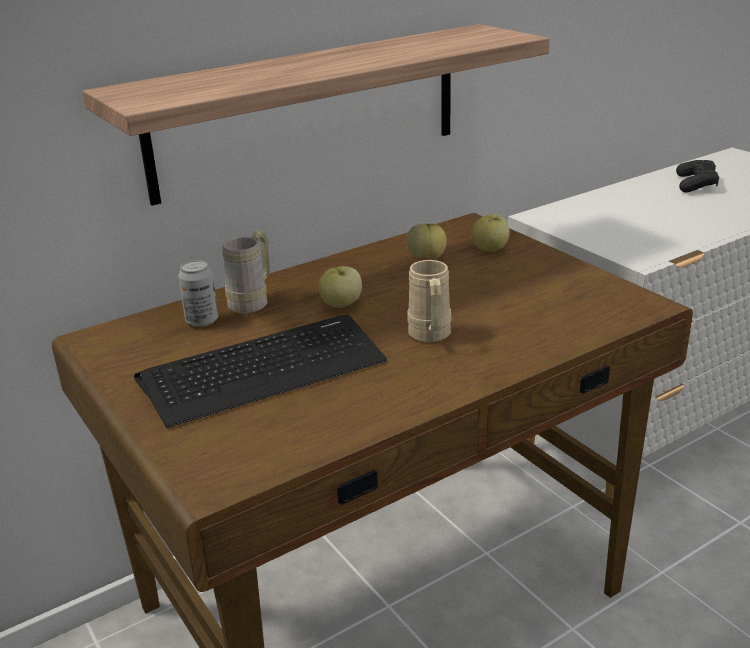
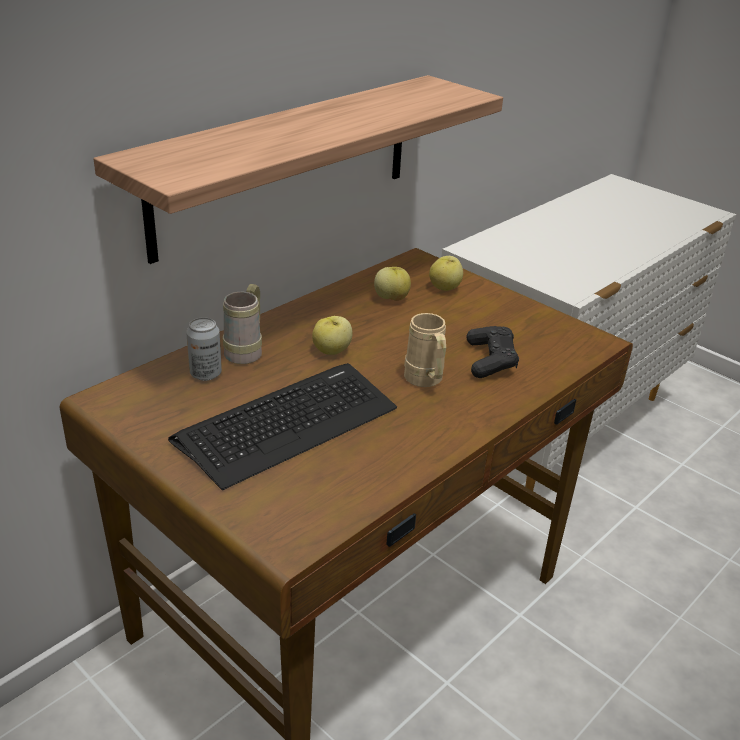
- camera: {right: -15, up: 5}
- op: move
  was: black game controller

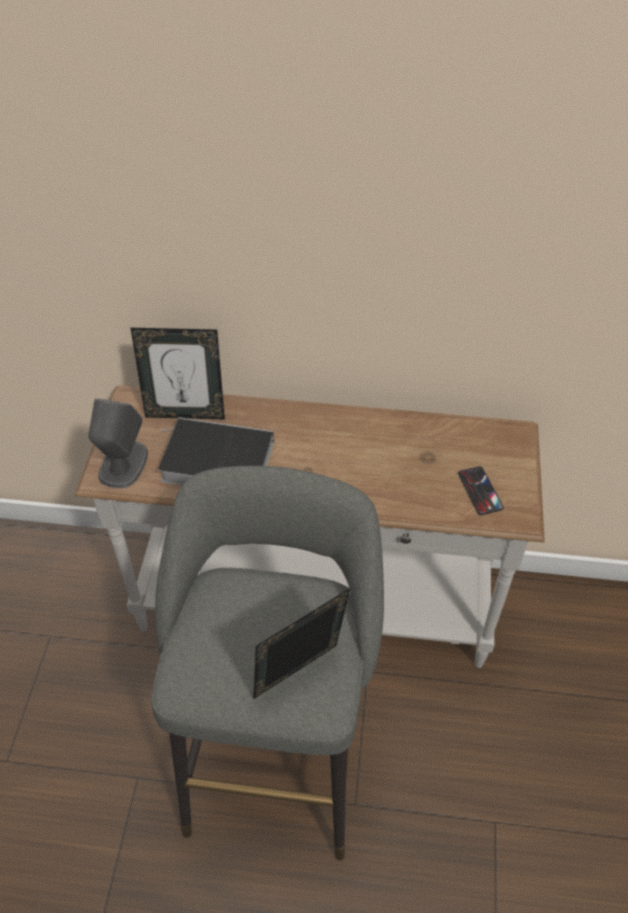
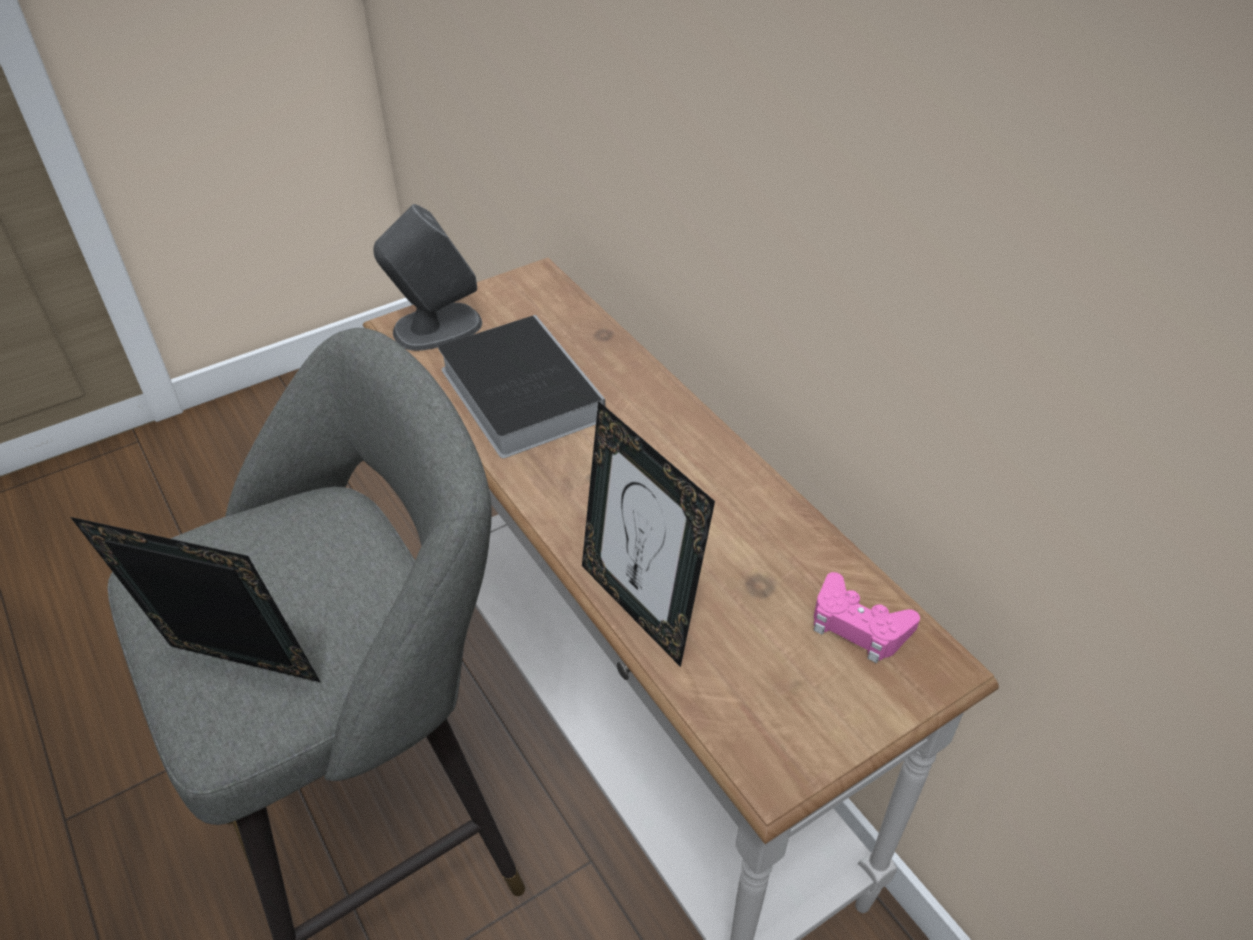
- camera: {right: 50, up: -5}
- op: move
  was: picture frame (1st from left in the first image)
  now: picture frame (2nd from left)
- op: insert
  now: pink game controller
- op: delete
  was: phone

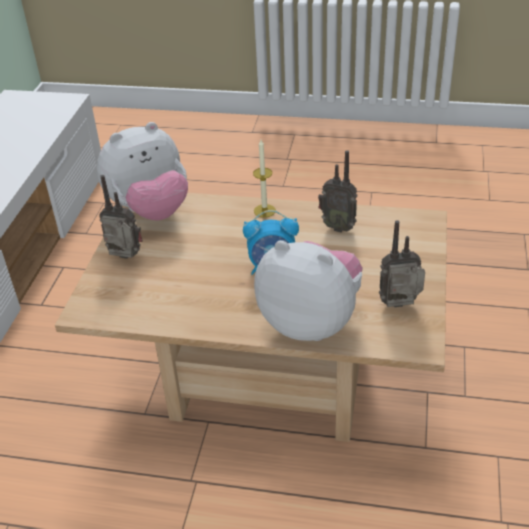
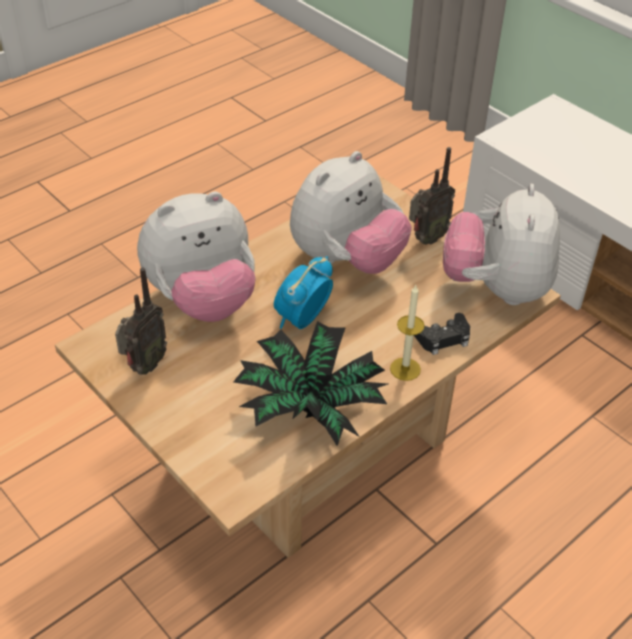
- camera: {right: 125, up: 5}
- op: replace
  was: radio (2nd from left)
  now: potted plant
- op: insert
  now: plush toy (2nd from left)
- op: insert
  now: black game controller

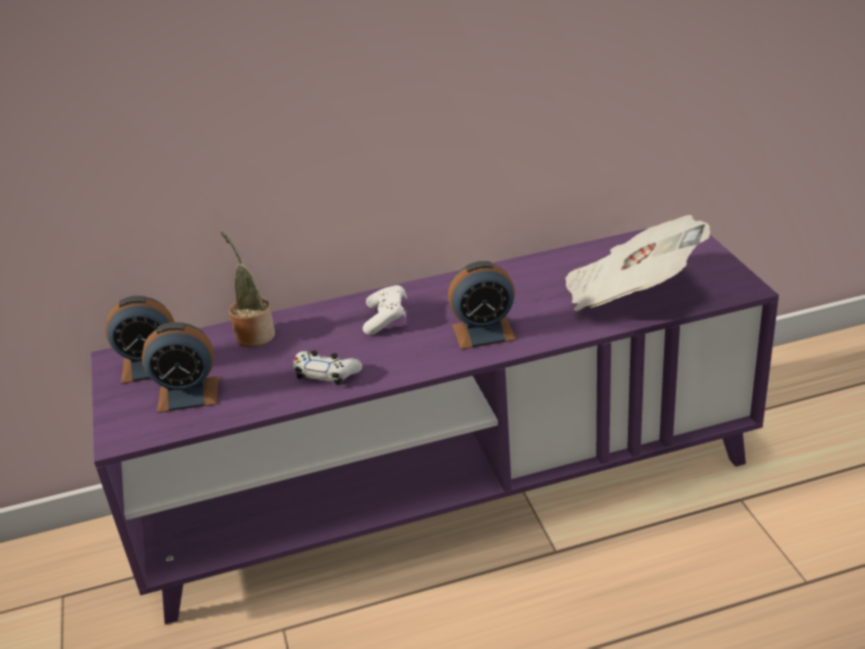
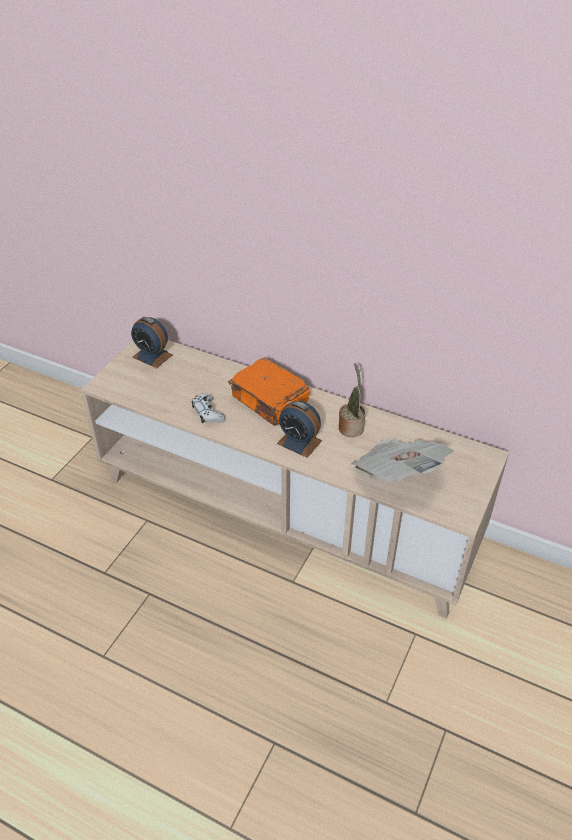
- camera: {right: 40, up: 10}
- op: recolor
  was: purple tv stand
  now: beige tv stand
- op: replace
  was: white game controller (2nd from left)
  now: orange book
- op: move
  was: potted plant
- op: delete
  was: alarm clock (2nd from left)

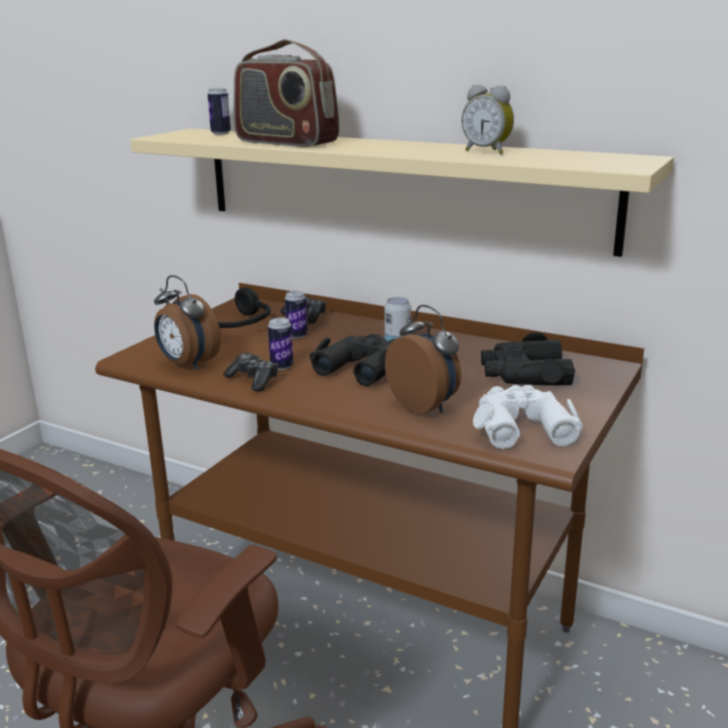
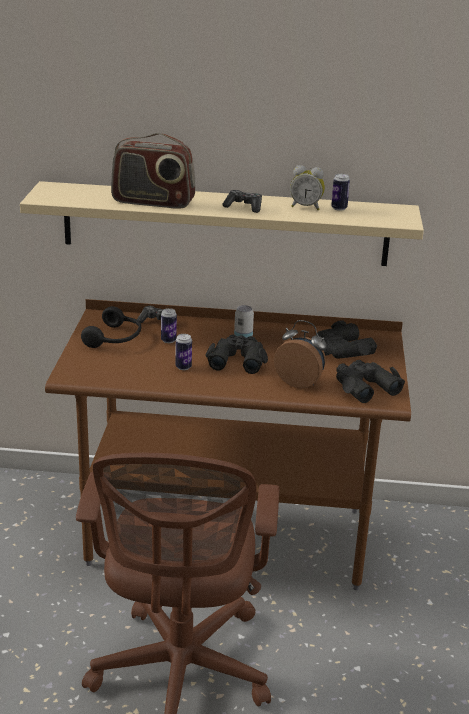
- camera: {right: -25, up: 5}
- op: move
  was: game controller (1st from left in the first image)
  now: game controller (2nd from left)
- op: move
  was: can (1st from left in the first image)
  now: can (4th from left)
- op: recolor
  was: white binoculars
  now: black binoculars (3rd from left)
- op: delete
  was: alarm clock (1st from left)

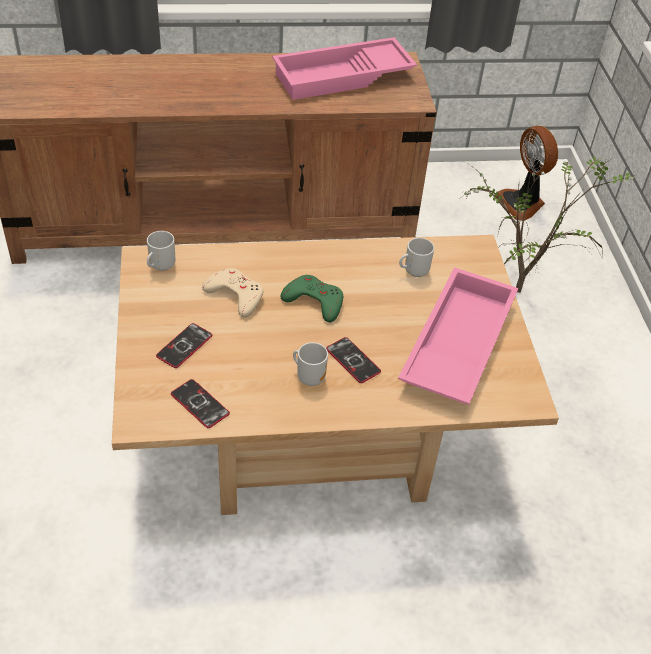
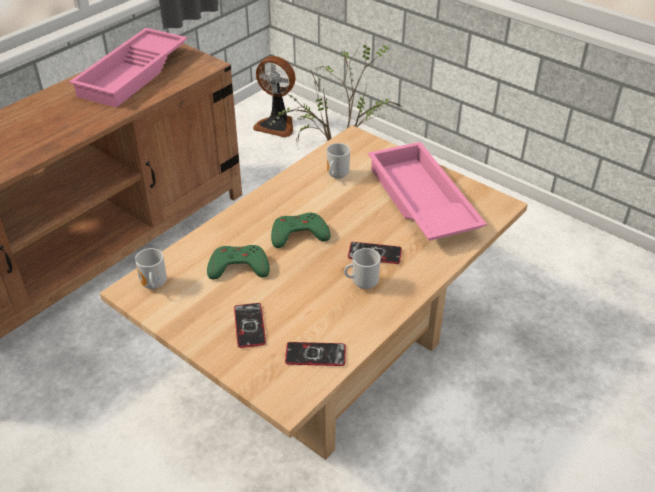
- camera: {right: -40, up: -5}
- op: recolor
  was: beige game controller
  now: green game controller (1st from left)

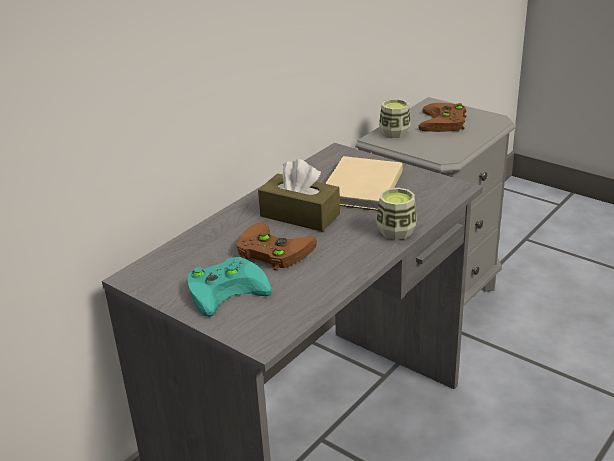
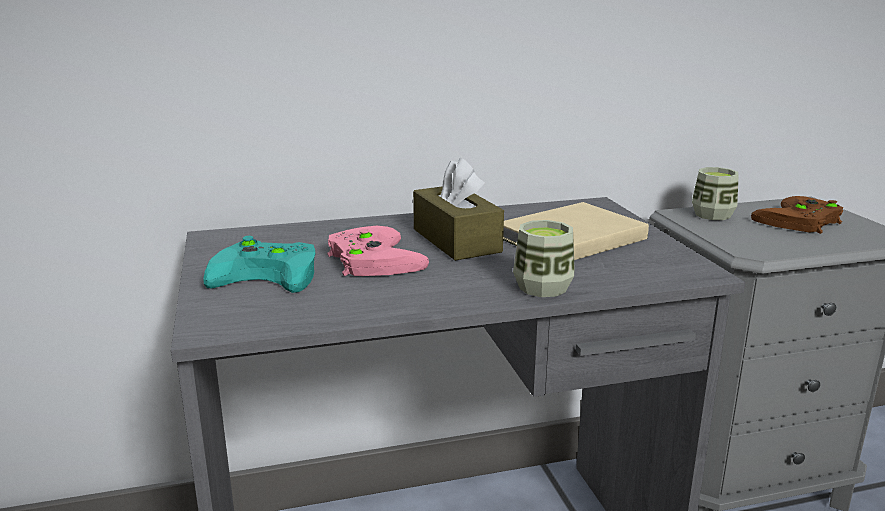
- camera: {right: 35, up: -10}
- op: recolor
  was: brown game controller (1st from left)
  now: pink game controller

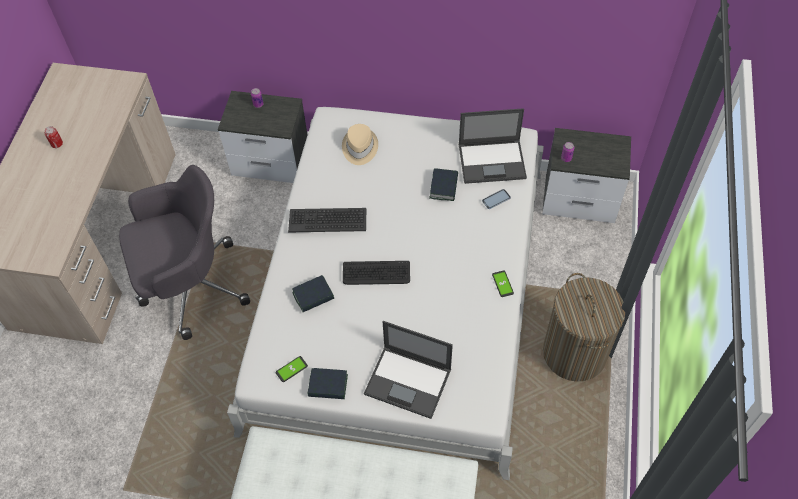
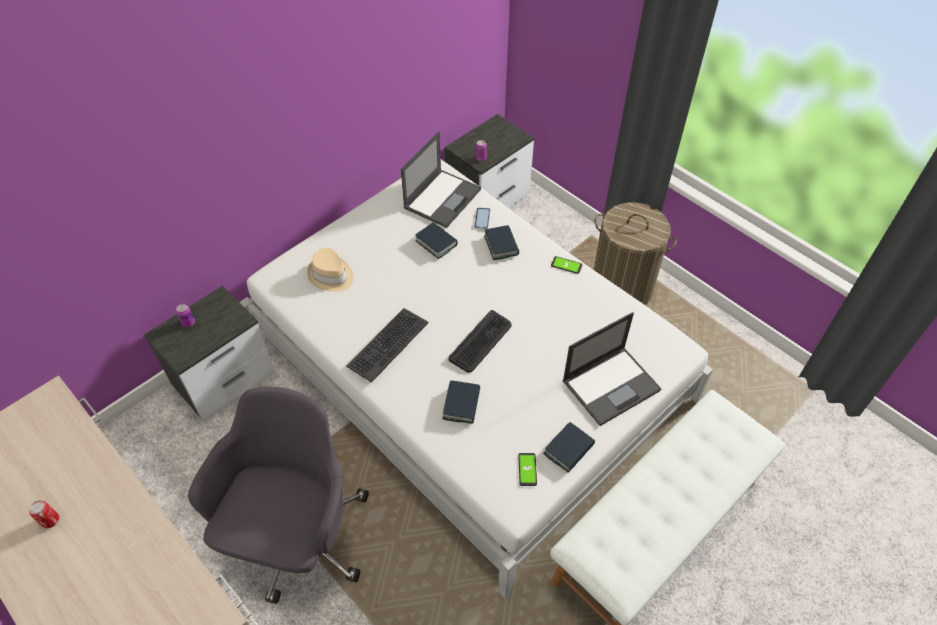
- camera: {right: -55, up: -5}
- op: insert
  now: book (3rd from left)

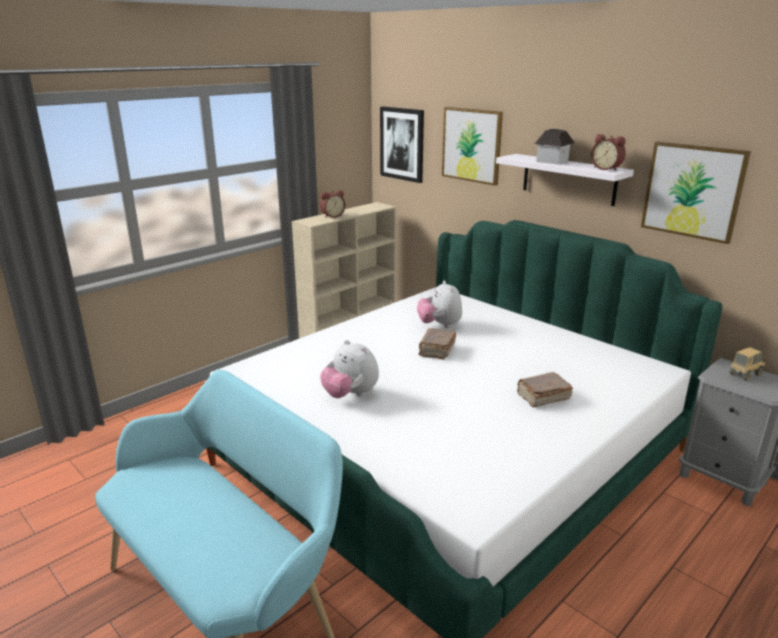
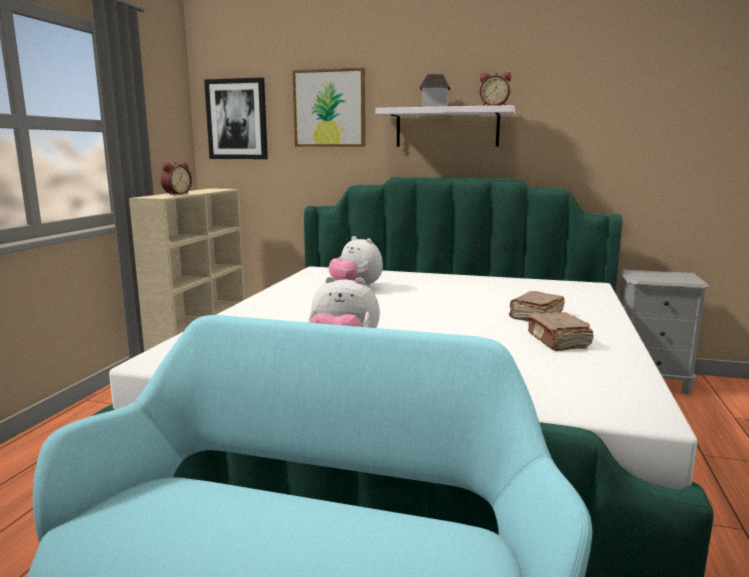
- camera: {right: -30, up: -10}
- op: move
  was: brown book (1st from left in the first image)
  now: brown book (2nd from left)
- op: delete
  was: picture (3rd from left)
- op: delete
  was: toy truck

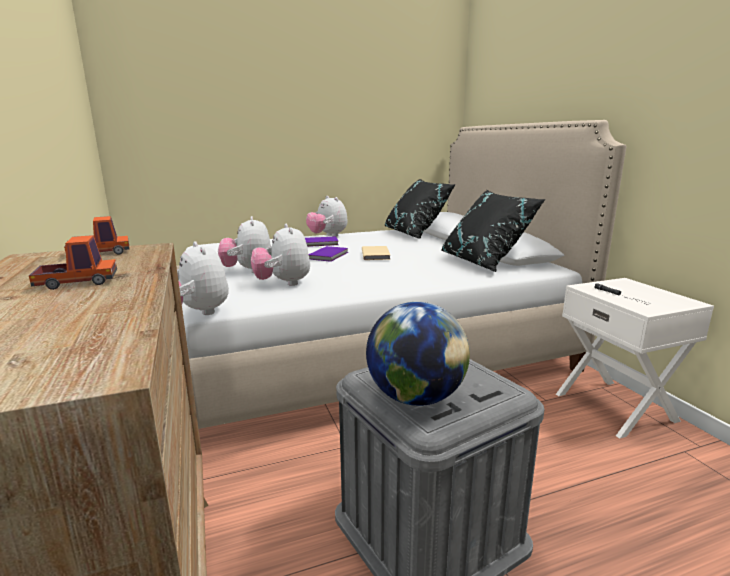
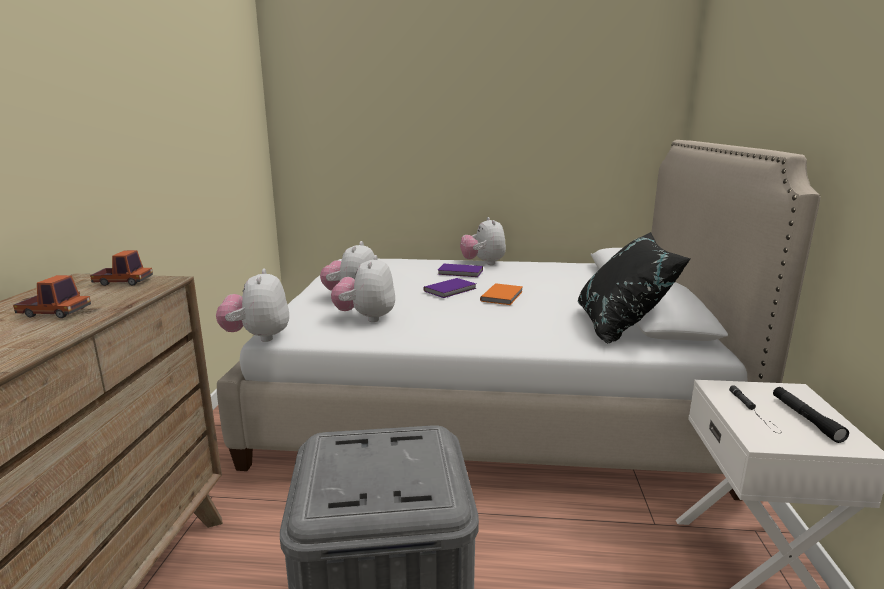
- camera: {right: 25, up: 0}
- op: recolor
  was: beige book
  now: orange book
- op: insert
  now: black flashlight (2nd from left)
- op: delete
  was: globe
- op: delete
  was: black pillow (1st from left)

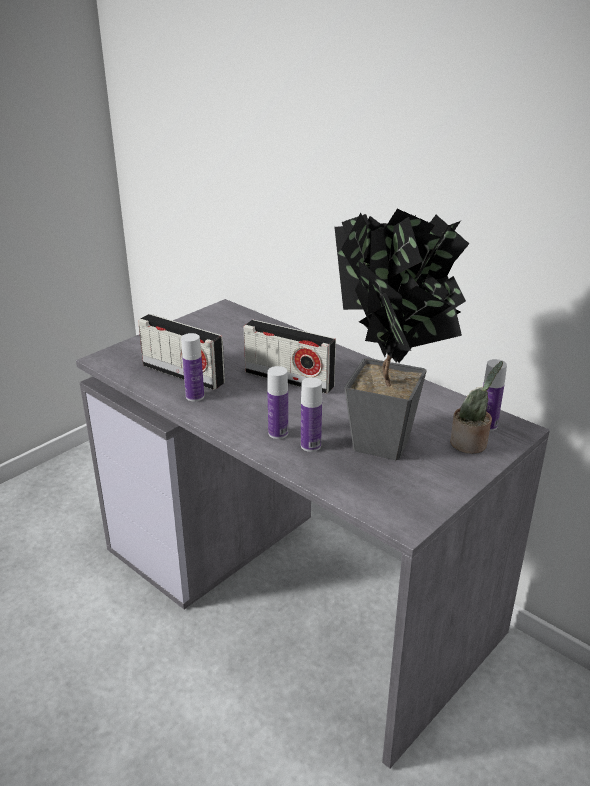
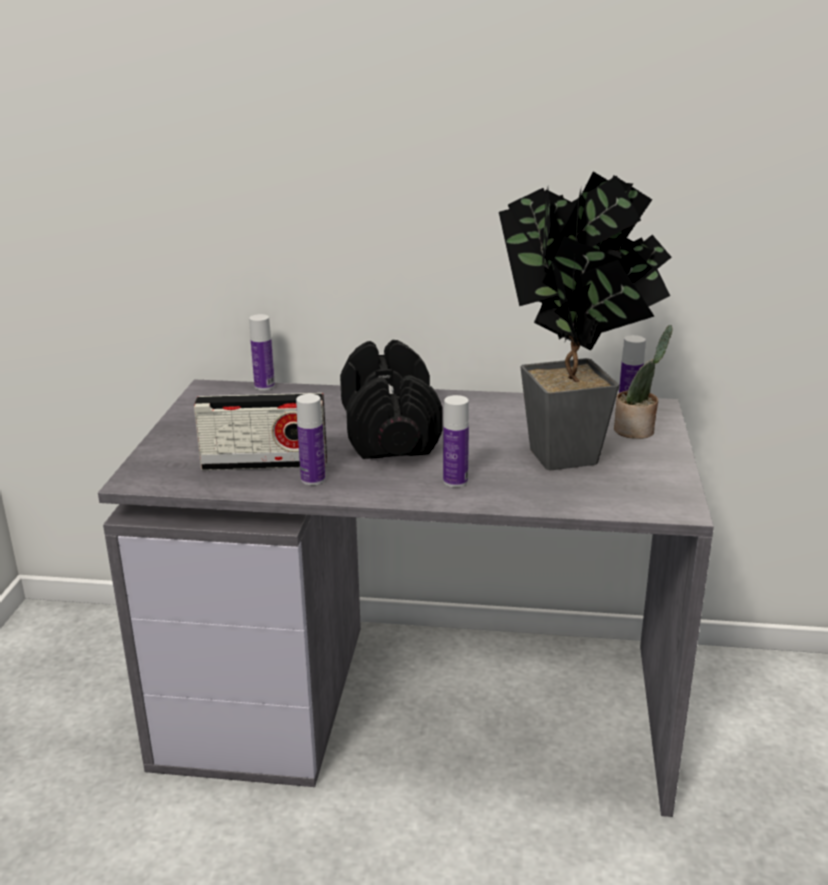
- camera: {right: -35, up: -5}
- op: move
  was: bottle (3rd from left in the first image)
  now: bottle (1st from left)
- op: replace
  was: radio (2nd from left)
  now: black dumbbell

